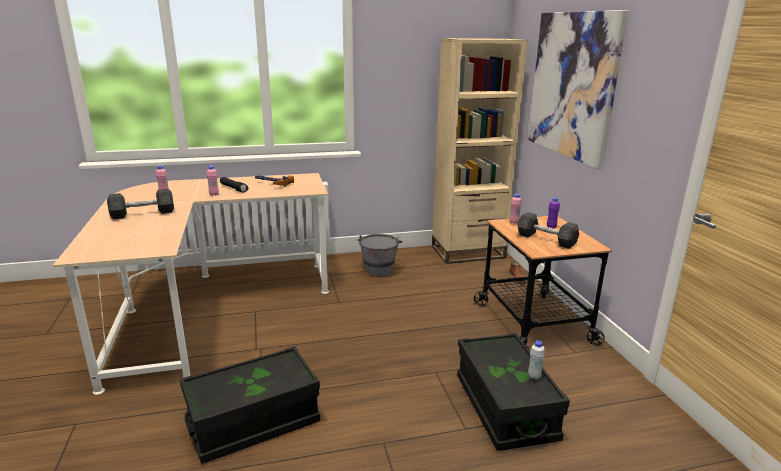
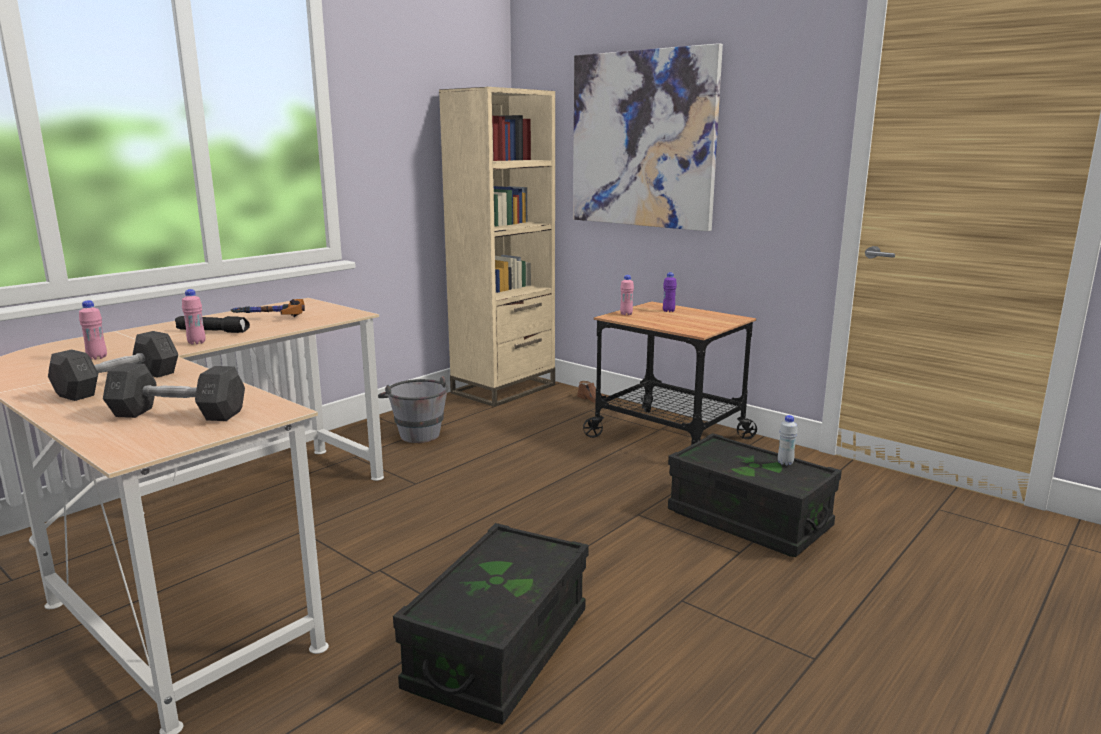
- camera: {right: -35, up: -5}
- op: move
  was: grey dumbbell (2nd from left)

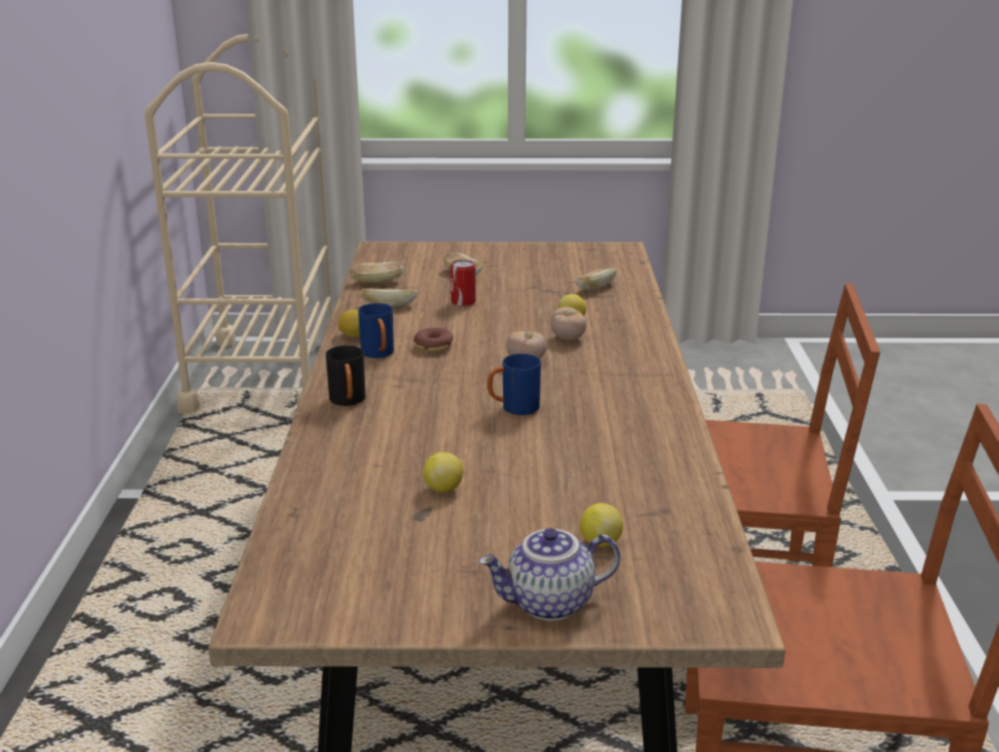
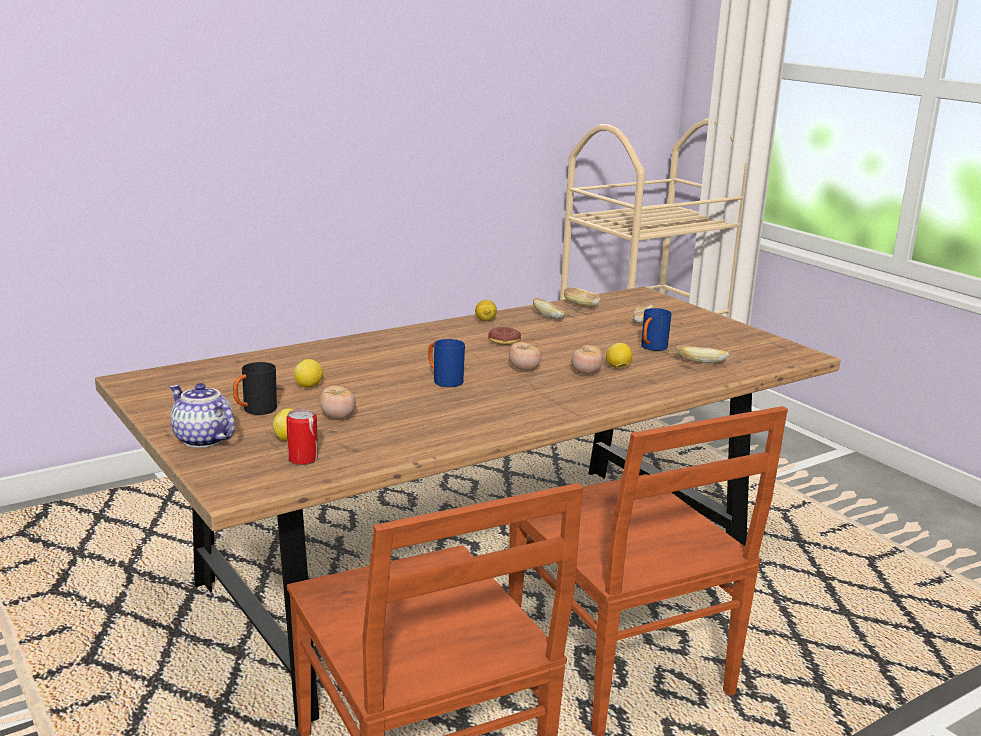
- camera: {right: 55, up: -5}
- op: move
  was: black mug
- op: move
  was: can
- op: insert
  now: tomato (1st from left)
- op: move
  was: blue mug (1st from left in the first image)
  now: blue mug (2nd from left)

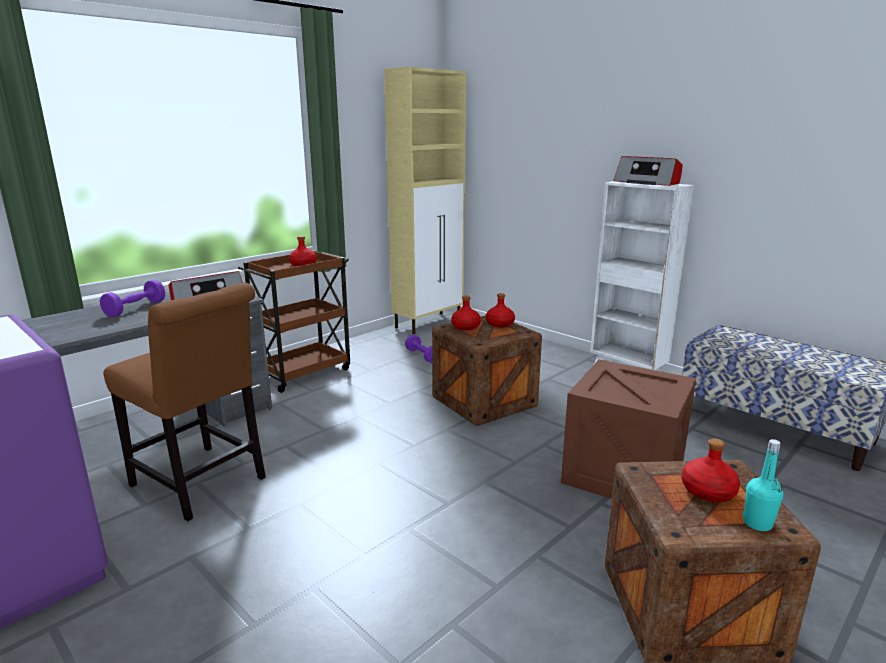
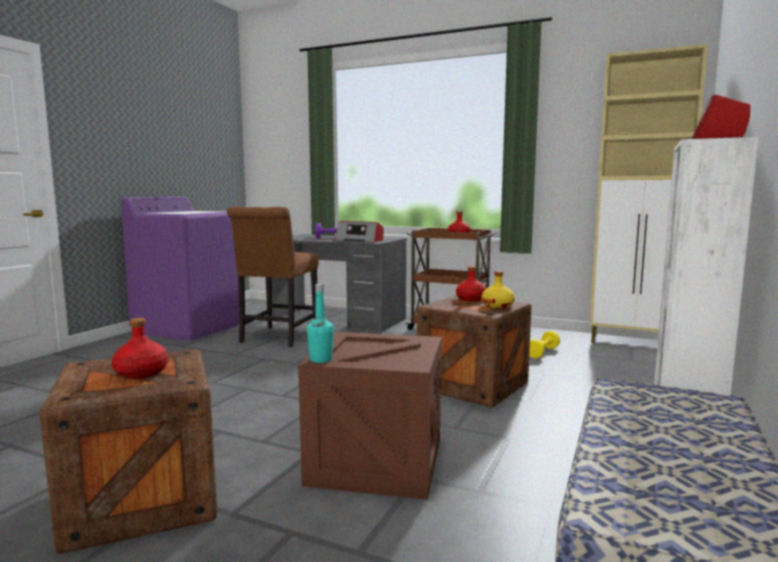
- camera: {right: 70, up: -10}
- op: move
  was: turquoise bottle
- op: recolor
  was: red bottle (3rd from left)
  now: yellow bottle
- op: recolor
  was: purple dumbbell (2nd from left)
  now: yellow dumbbell

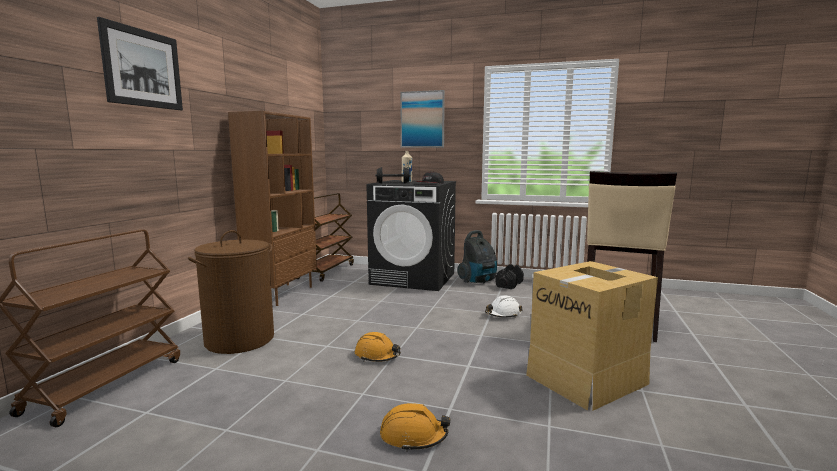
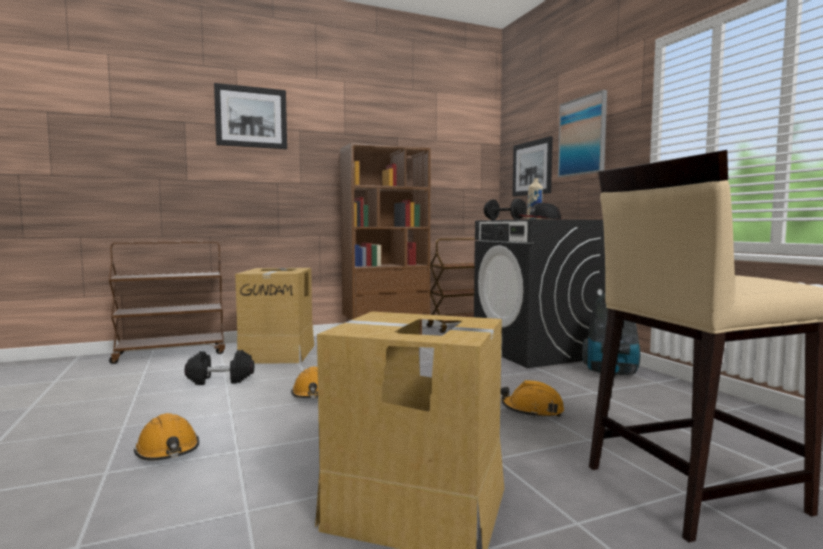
- camera: {right: 50, up: -5}
- op: move
  was: black dumbbell (2nd from left in the first image)
  now: black dumbbell (1st from left)
- op: replace
  was: brown laundry basket
  now: cardboard box (1st from left)
- op: recolor
  was: white hard hat
  now: orange hard hat (3rd from left)
- op: insert
  now: picture (2nd from left)

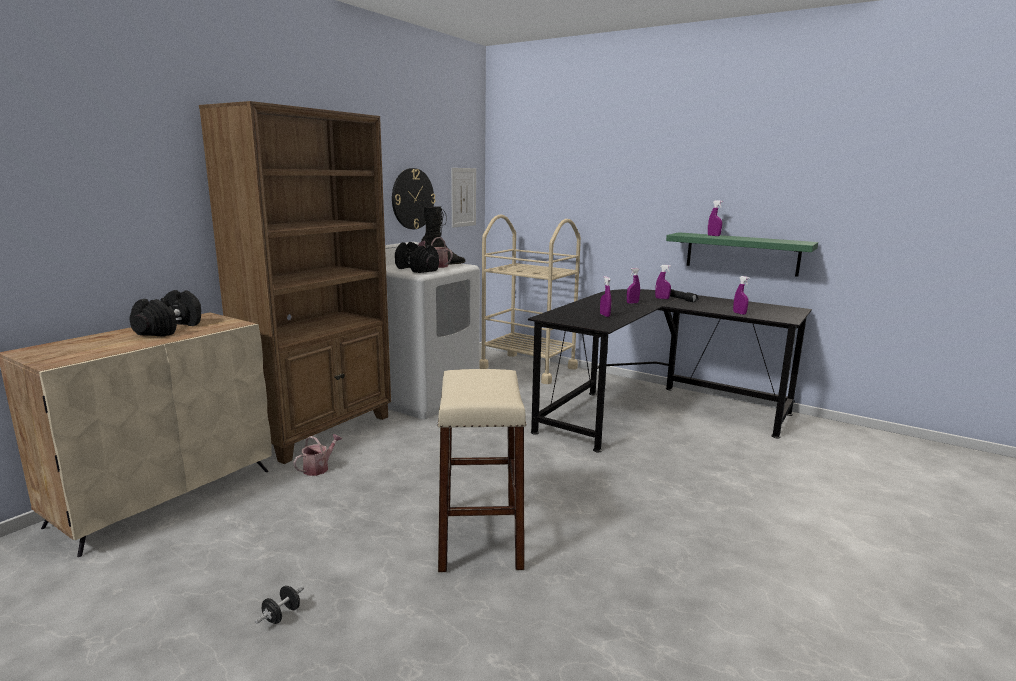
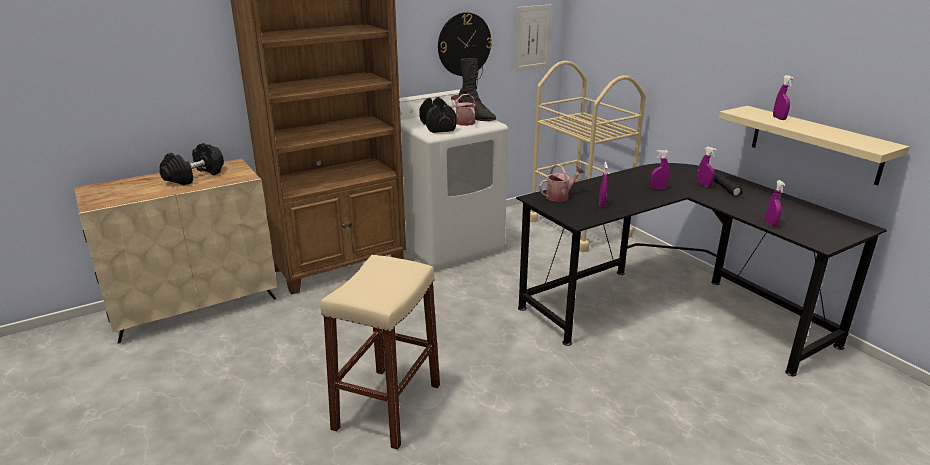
- camera: {right: 25, up: 10}
- op: move
  was: watering can (1st from left in the first image)
  now: watering can (2nd from left)
- op: recolor
  was: green shelf
  now: beige shelf
- op: delete
  was: black dumbbell (2nd from left)

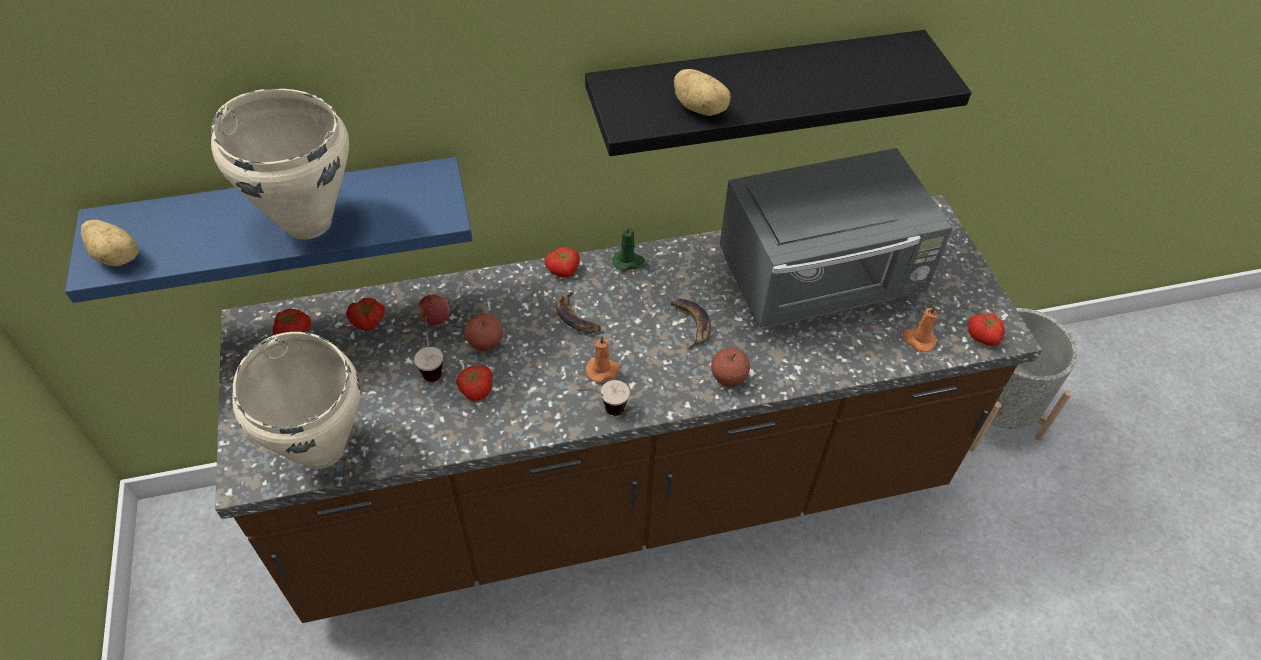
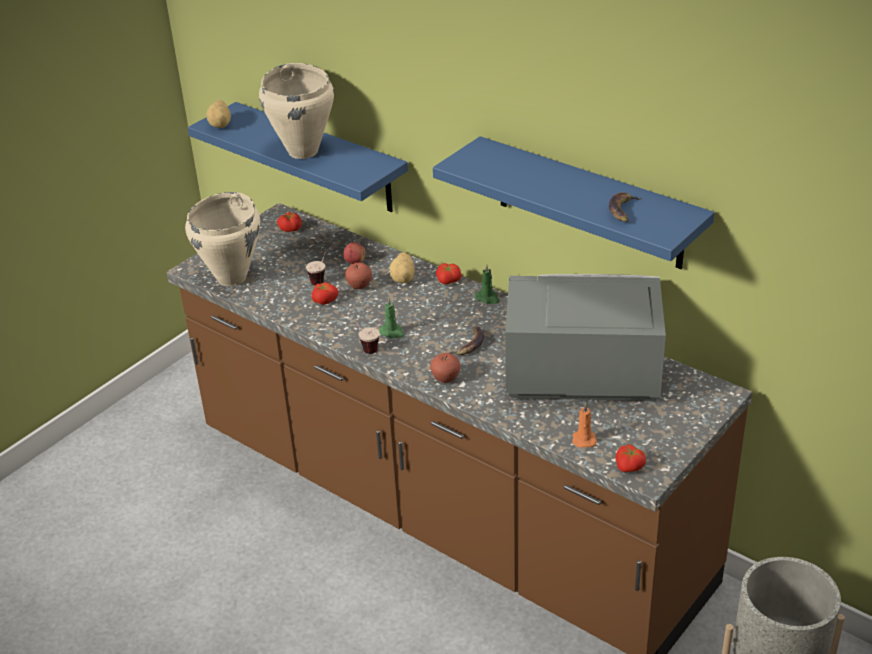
- camera: {right: 55, up: -15}
- op: recolor
  was: orange candle (1st from left)
  now: green candle (1st from left)
- op: move
  was: potato (2nd from left)
- op: recolor
  was: black shelf
  now: blue shelf (2nd from left)
- op: rotate
  was: grey microwave
  clockwise: 150
- op: move
  was: banana (1st from left in the first image)
  now: banana (2nd from left)
- op: delete
  was: tomato (2nd from left)

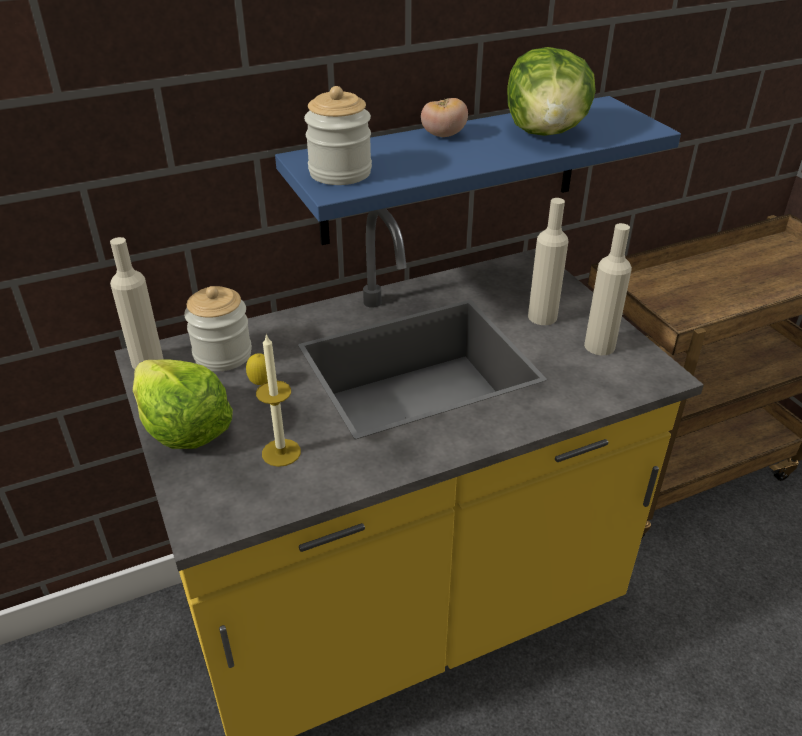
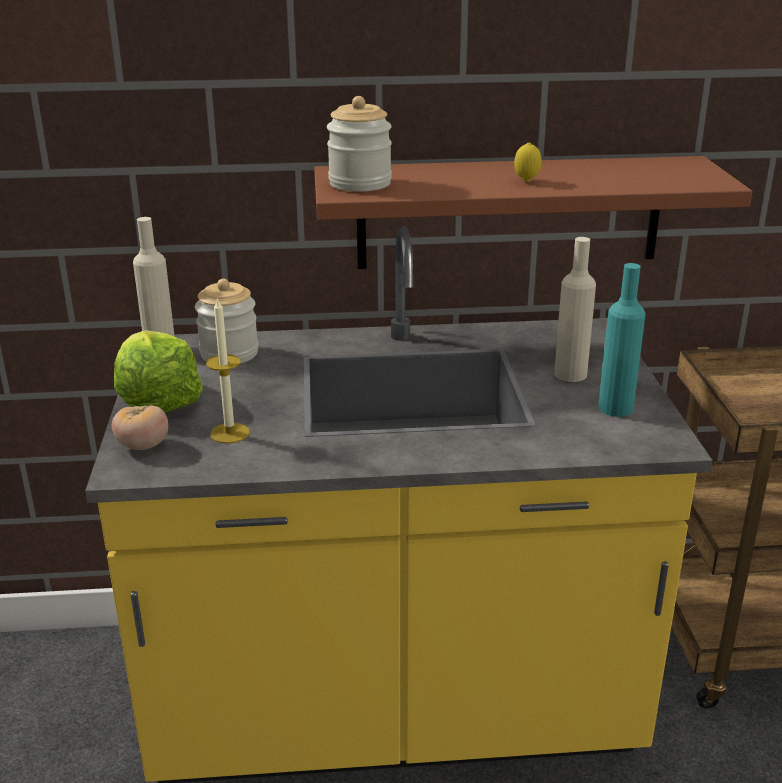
- camera: {right: 20, up: -10}
- op: move
  was: tomato
- op: recolor
  was: blue shelf
  now: brown shelf
- op: move
  was: lemon
- op: recolor
  was: beige bottle (3rd from left)
  now: turquoise bottle
- op: delete
  was: lettuce (2nd from left)

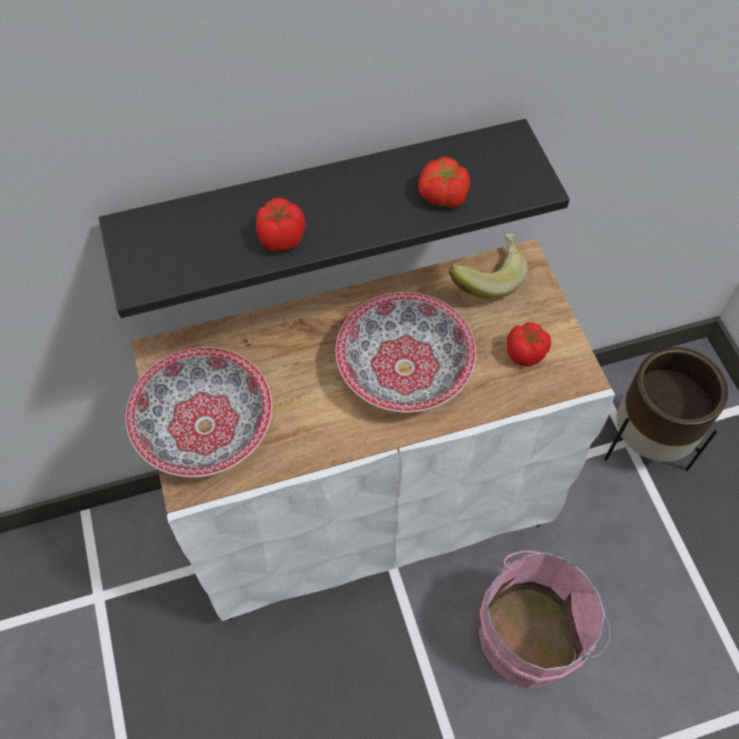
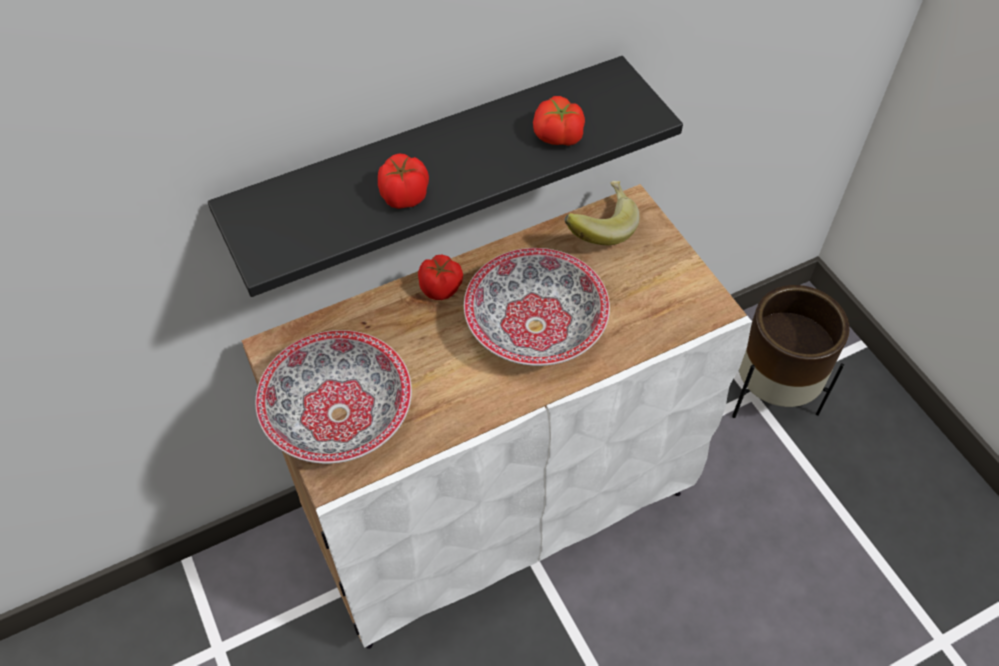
- camera: {right: -10, up: -5}
- op: move
  was: tomato (3rd from left in the first image)
  now: tomato (2nd from left)
- op: delete
  was: pink bucket

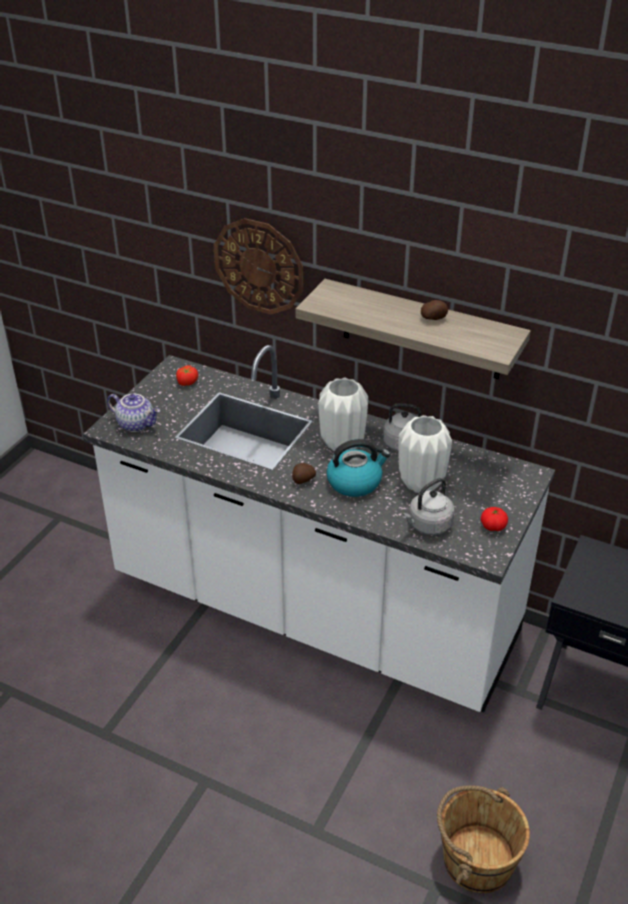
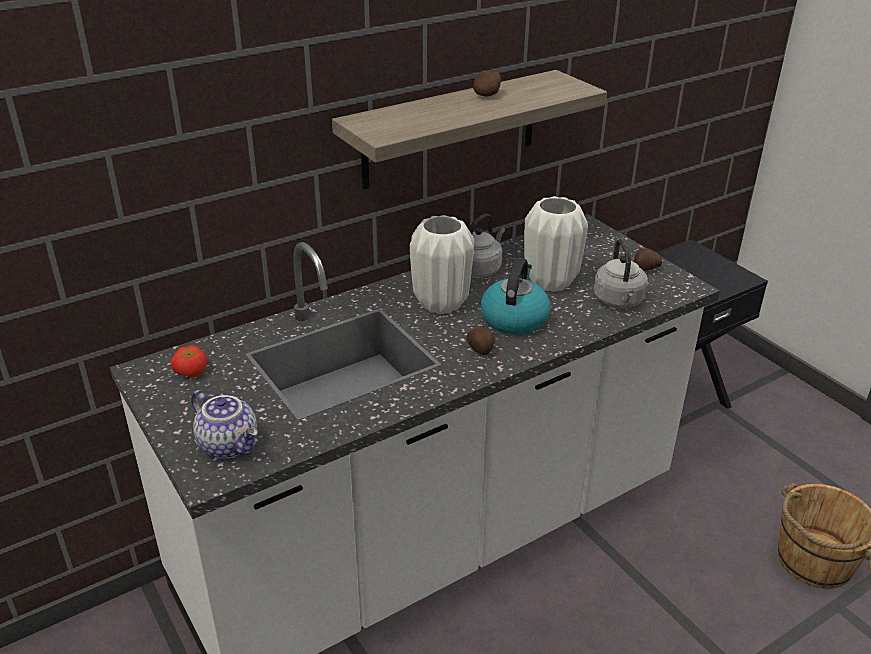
- camera: {right: -60, up: -5}
- op: rotate
  was: teapot
  clockwise: 75
- op: replace
  was: tomato (2nd from left)
  now: potato (3rd from left)
- op: delete
  was: wall clock

